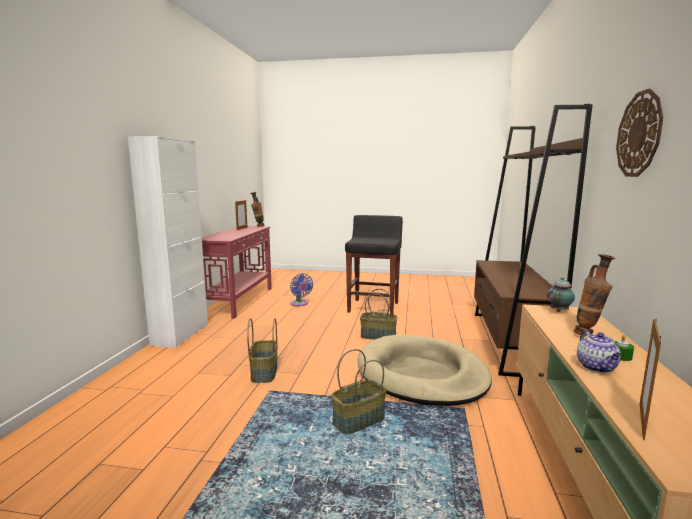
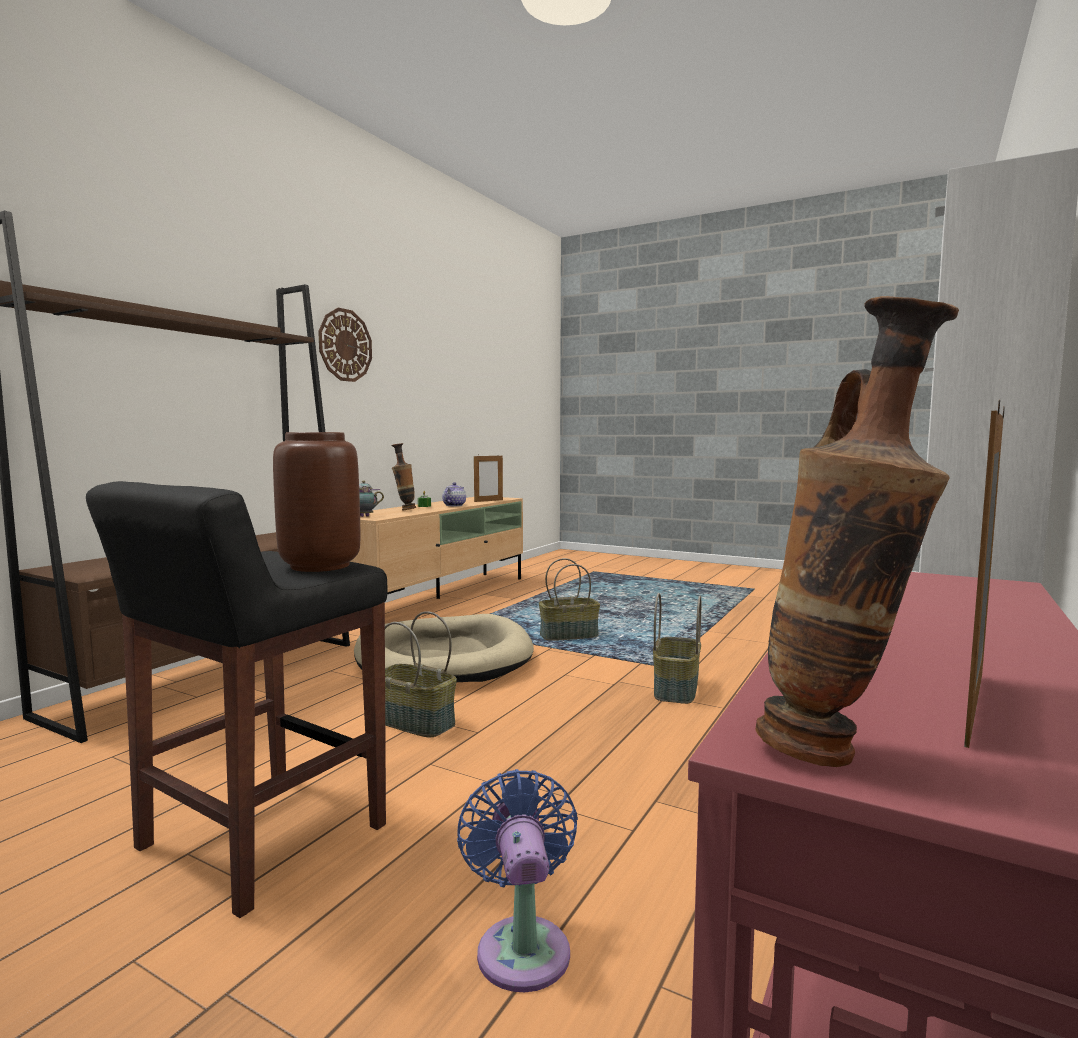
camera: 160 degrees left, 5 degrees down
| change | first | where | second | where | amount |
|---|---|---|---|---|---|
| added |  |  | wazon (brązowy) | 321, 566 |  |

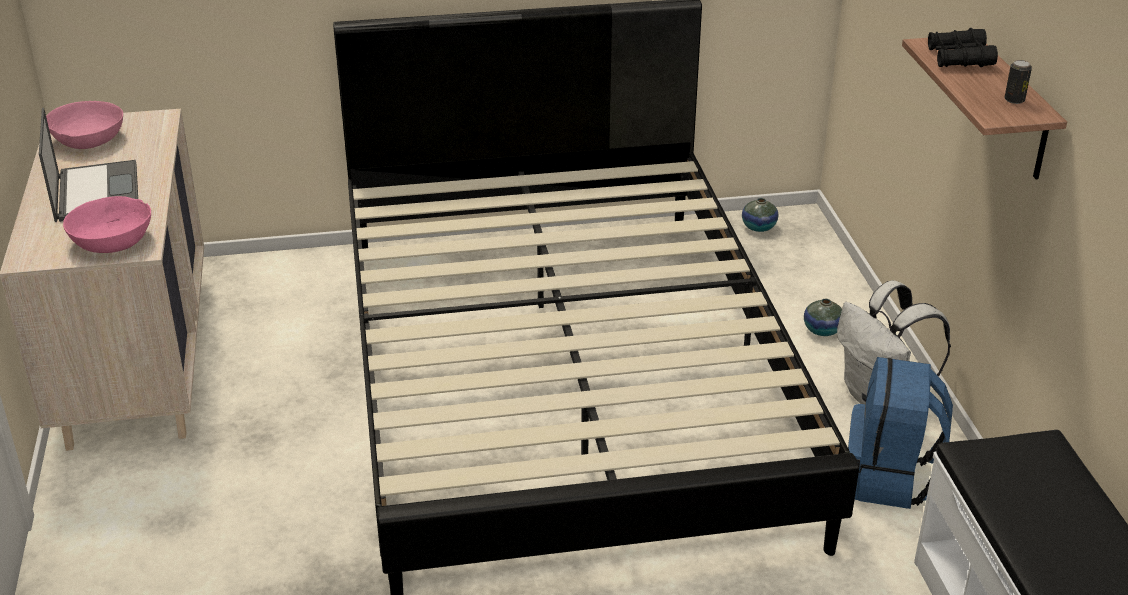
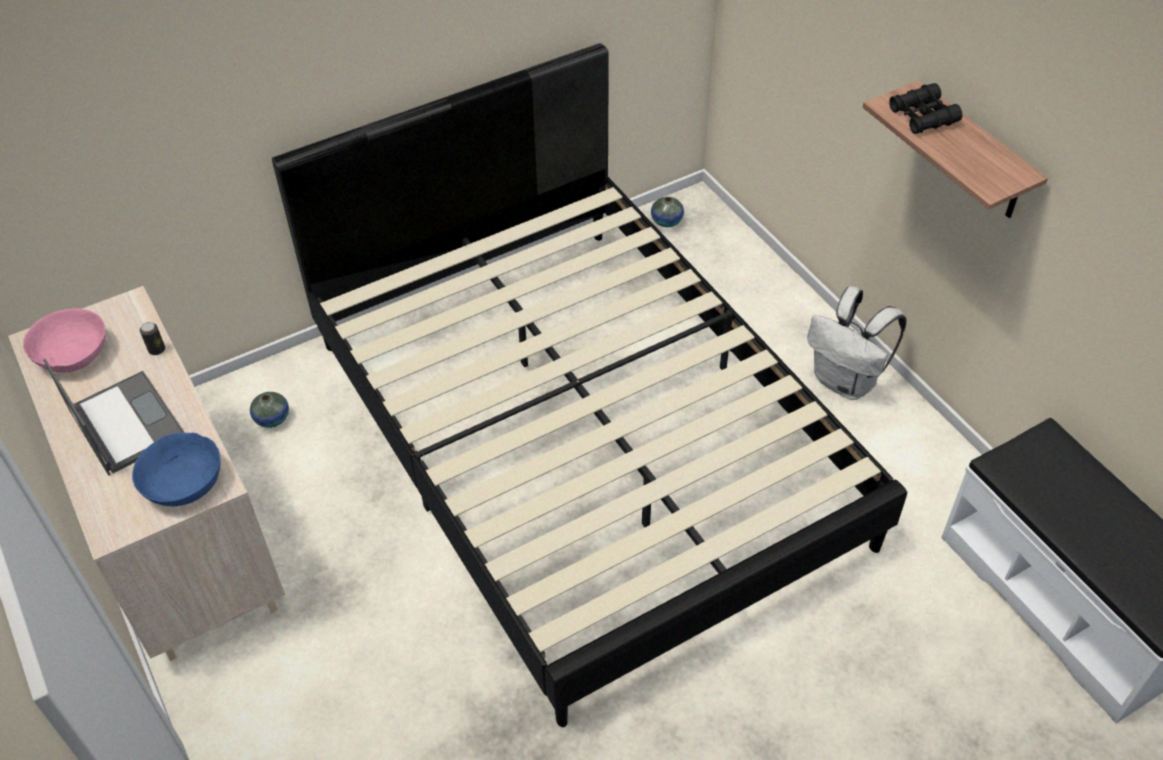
camera: 20 degrees left, 15 degrees up
| change | first | where | second | where | amount |
|---|---|---|---|---|---|
| recoloured | miska (różowy) | 112, 241 | miska (niebieski) | 183, 483 |  |
| moved | wazon | 822, 330 |  | 272, 418 |  |
| removed | plecak (niebieski) | 890, 479 |  |  |  |
| moved | puszka | 1014, 100 |  | 157, 350 |  |

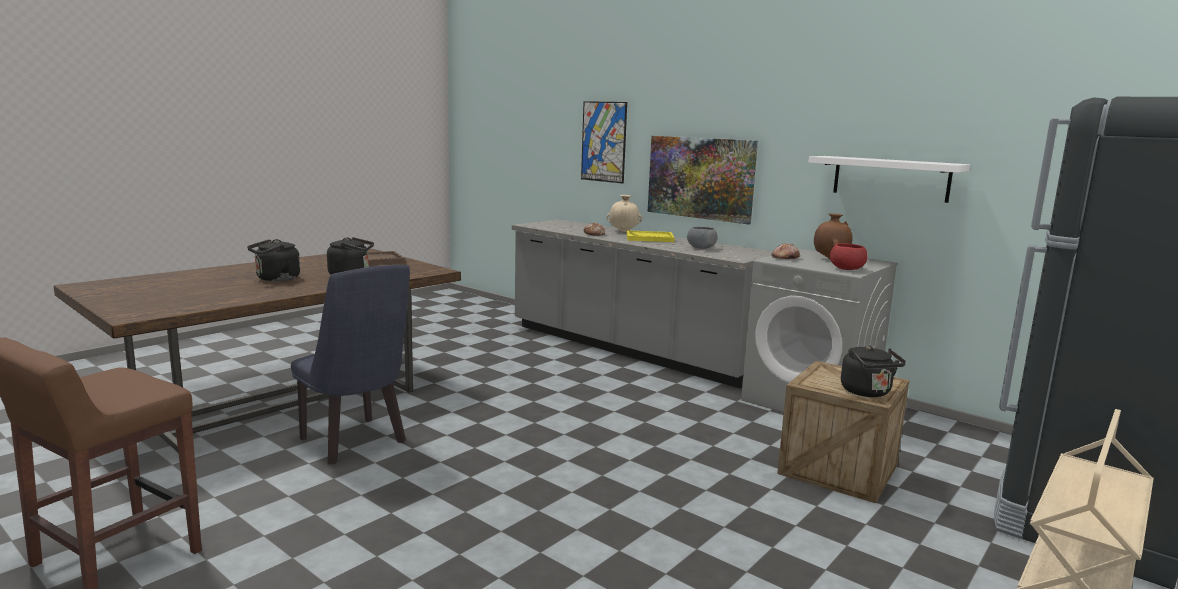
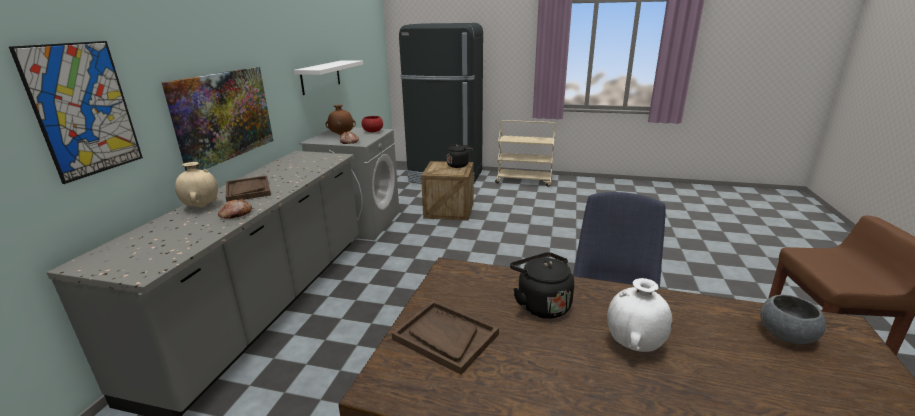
camera: 115 degrees left, 10 degrees up
| change | first | where | second | where | amount |
|---|---|---|---|---|---|
| replaced | czajnik (czarny) | 275, 279 | wazon (biały) | 634, 346 |  |
| recoloured | taca (żółty) | 649, 238 | taca (brązowy) | 248, 190 |  |
| moved | miska (szary) | 701, 248 |  | 785, 335 |  |

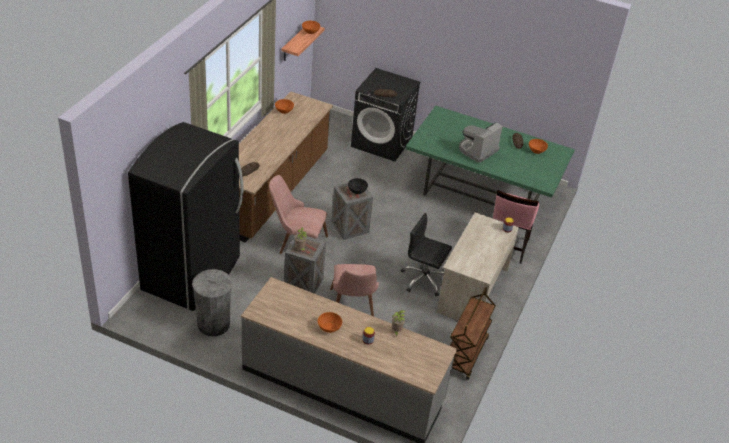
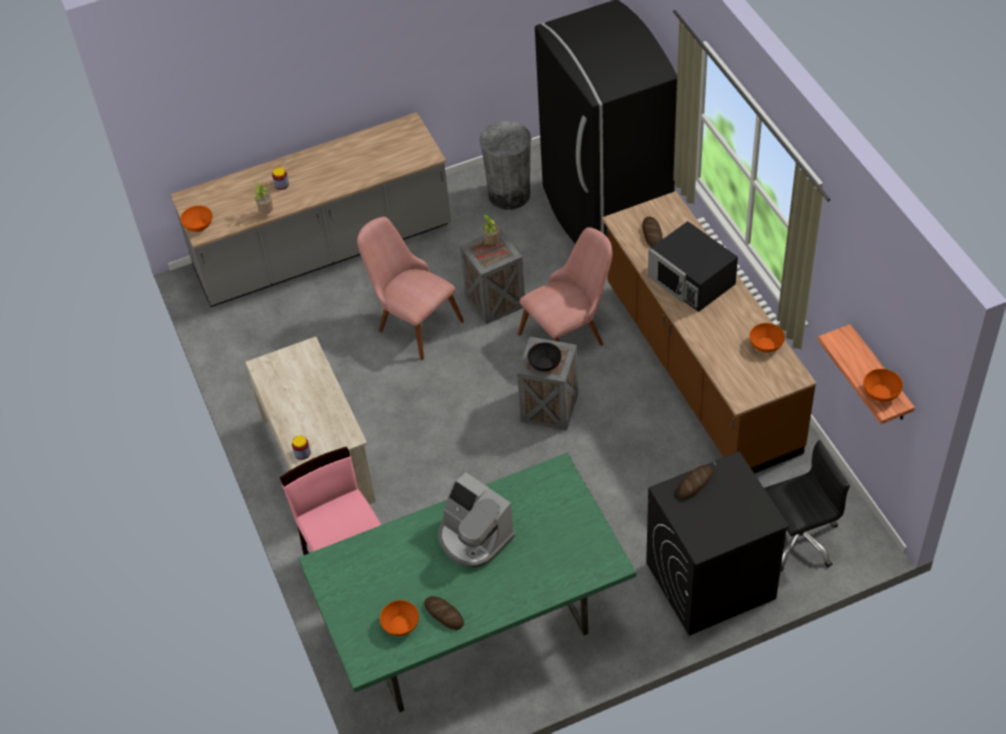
camera: 140 degrees right, 10 degrees up
| change | first | where | second | where | amount |
|---|---|---|---|---|---|
| moved | miska (pomarańczowy) | 329, 327 |  | 198, 225 |  |
| moved | krzesło biurowe (czarny) | 424, 280 |  | 798, 539 |  |
| removed | wózek (brązowy) | 466, 355 |  |  |  |
| turned | ekspres do kawy | 477, 150 |  | 474, 538 | 135 degrees clockwise |
| added |  |  | mikrofalówka (czarny) | 692, 280 |  |

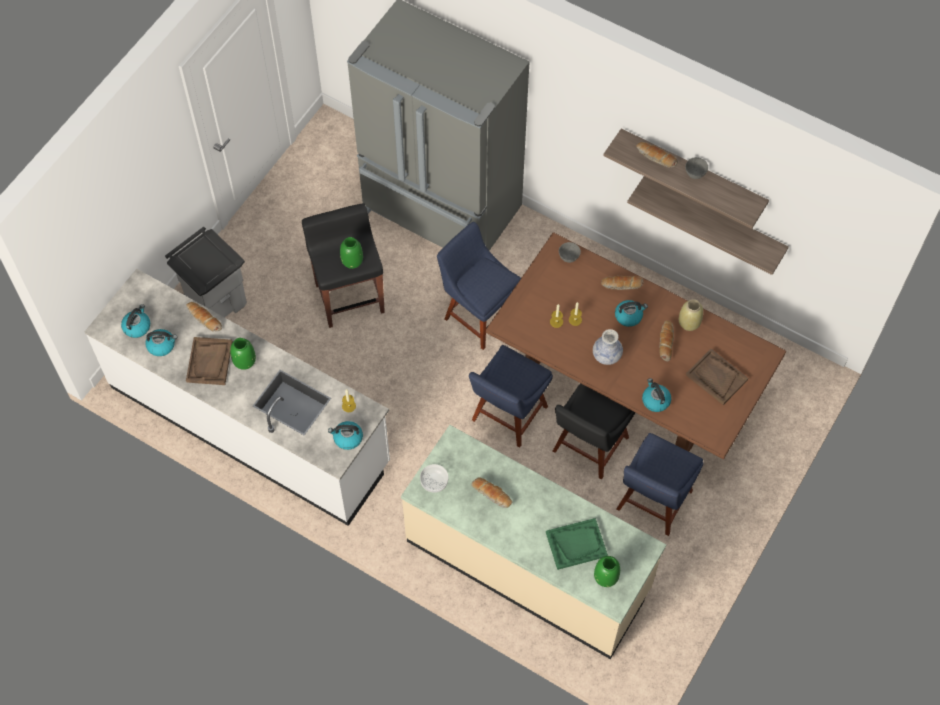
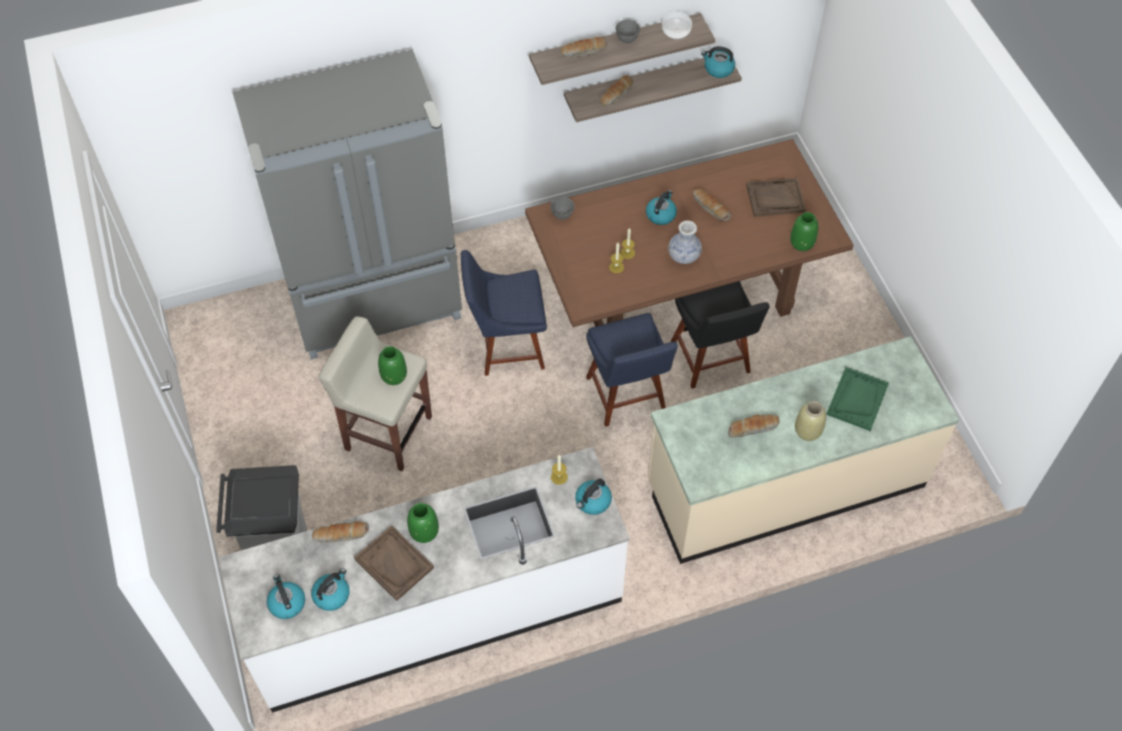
camera: 50 degrees left, 5 degrees down
| change | first | where | second | where | amount |
|---|---|---|---|---|---|
| recoloured | stołek (czarny) | 349, 297 | stołek (beżowy) | 387, 432 |  |
| moved | miska | 434, 482 |  | 676, 32 |  |
| moved | wazon (zielony) | 606, 577 |  | 801, 243 |  |
| moved | chleb | 622, 285 |  | 616, 95 |  |
| removed | krzesło (niebieski) | 652, 503 |  |  |  |
| moved | czajnik | 655, 400 |  | 718, 69 |  |
| moved | wazon (beżowy) | 688, 323 |  | 807, 431 |  |

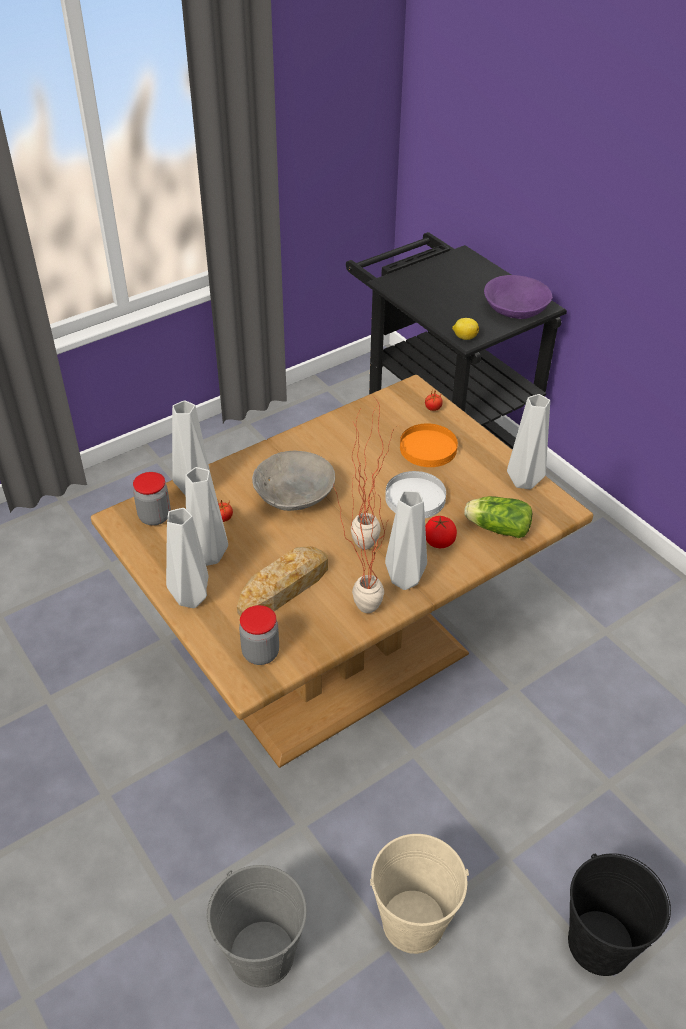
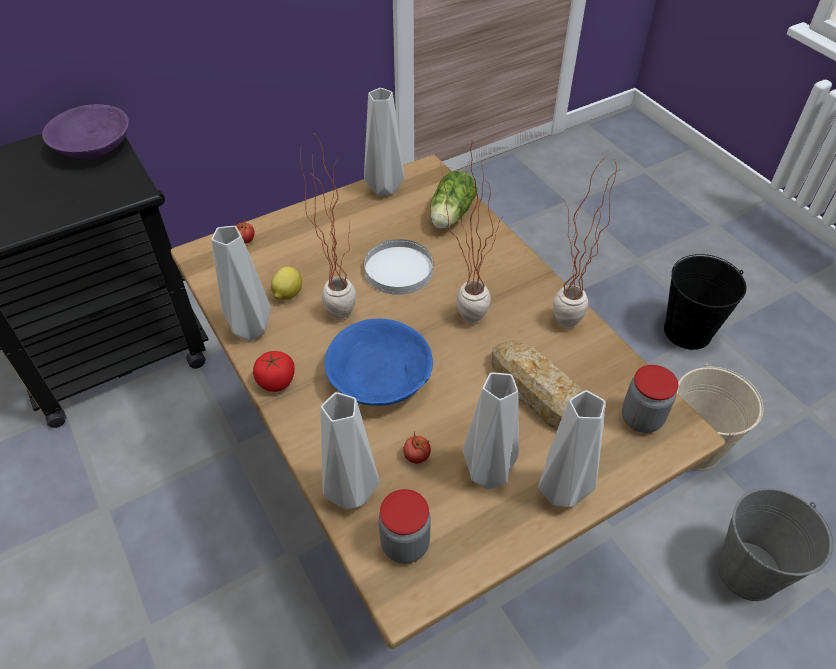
camera: 85 degrees left, 5 degrees up
| change | first | where | second | where | amount |
|---|---|---|---|---|---|
| recoloured | miska (szary) | 294, 494 | miska (niebieski) | 378, 378 |  |
| moved | wazon (szary) | 406, 579 |  | 250, 328 |  |
| removed | talerz (pomarańczowy) | 428, 448 |  |  |  |
| moved | pomidor | 439, 542 |  | 276, 381 |  |
| moved | cytryna | 464, 337 |  | 287, 294 |  |
| added |  |  | roślina doniczkowa | 339, 306 |  |

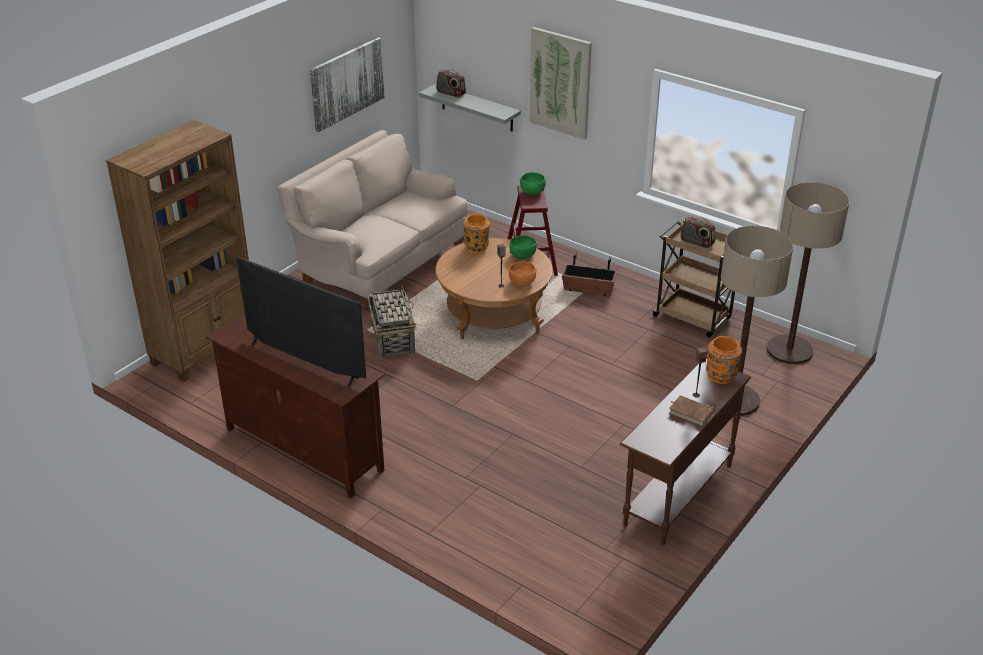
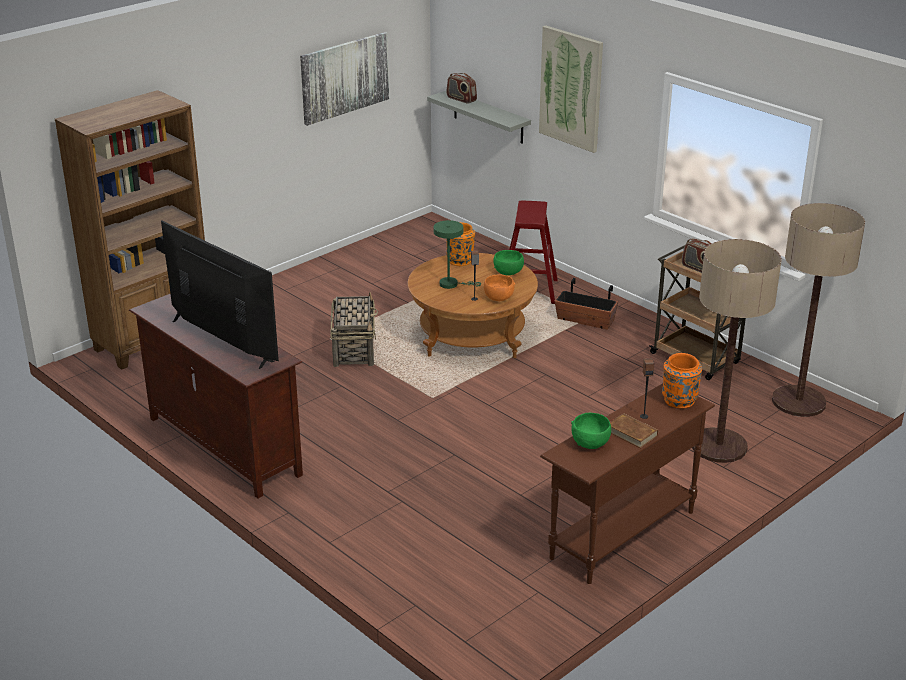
camera: 10 degrees right, 5 degrees down
| change | first | where | second | where | amount |
|---|---|---|---|---|---|
| removed | kanapa (beżowy) | 380, 264 |  |  |  |
| moved | miska (zielony) | 532, 192 |  | 590, 443 |  |
| added |  |  | lampa stołowa (zielony) | 452, 284 |  |

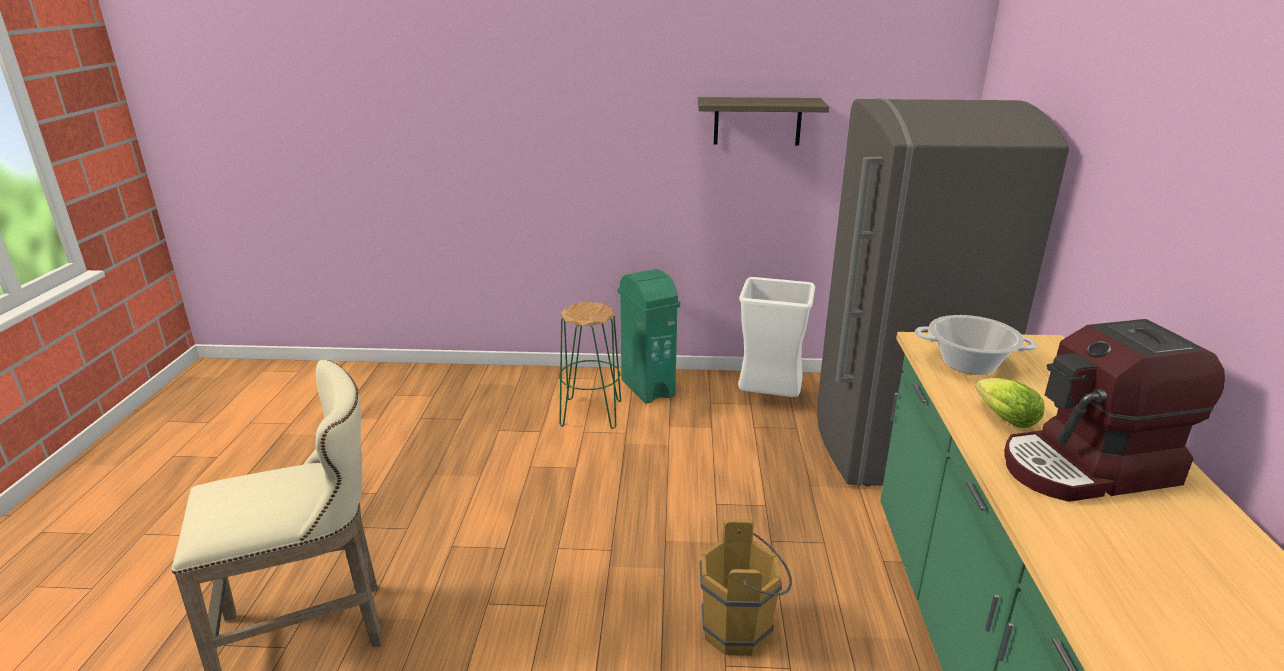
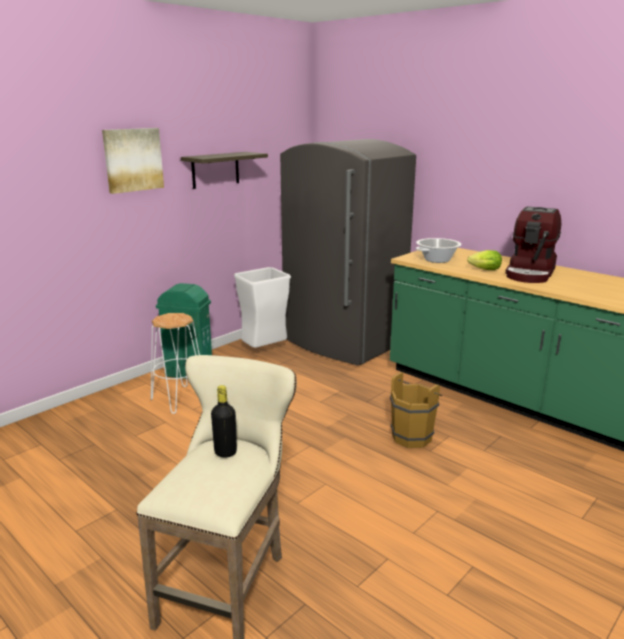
camera: 50 degrees left, 5 degrees down
| change | first | where | second | where | amount |
|---|---|---|---|---|---|
| recoloured | stołek (zielony) | 591, 414 | stołek (biały) | 179, 399 |  |
| added |  |  | obraz | 133, 160 |  |
| added |  |  | butelka (czarny) | 225, 452 |  |

